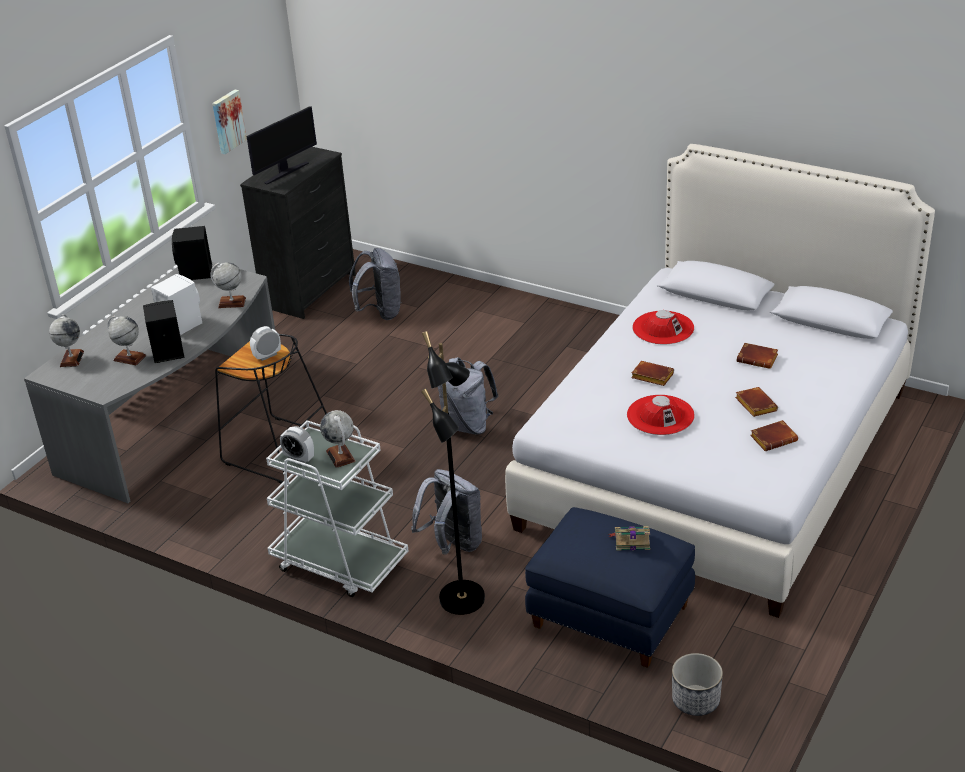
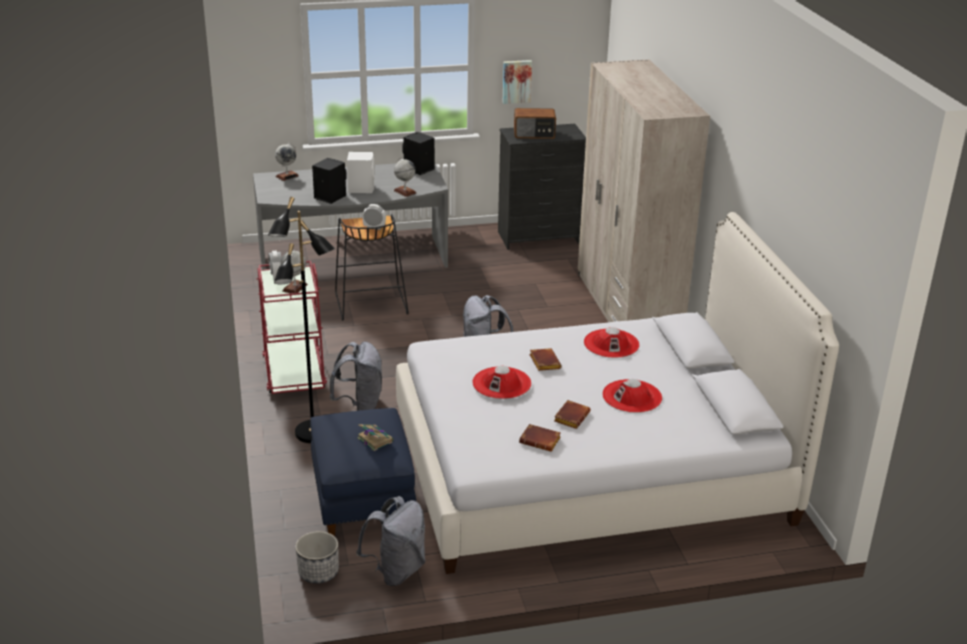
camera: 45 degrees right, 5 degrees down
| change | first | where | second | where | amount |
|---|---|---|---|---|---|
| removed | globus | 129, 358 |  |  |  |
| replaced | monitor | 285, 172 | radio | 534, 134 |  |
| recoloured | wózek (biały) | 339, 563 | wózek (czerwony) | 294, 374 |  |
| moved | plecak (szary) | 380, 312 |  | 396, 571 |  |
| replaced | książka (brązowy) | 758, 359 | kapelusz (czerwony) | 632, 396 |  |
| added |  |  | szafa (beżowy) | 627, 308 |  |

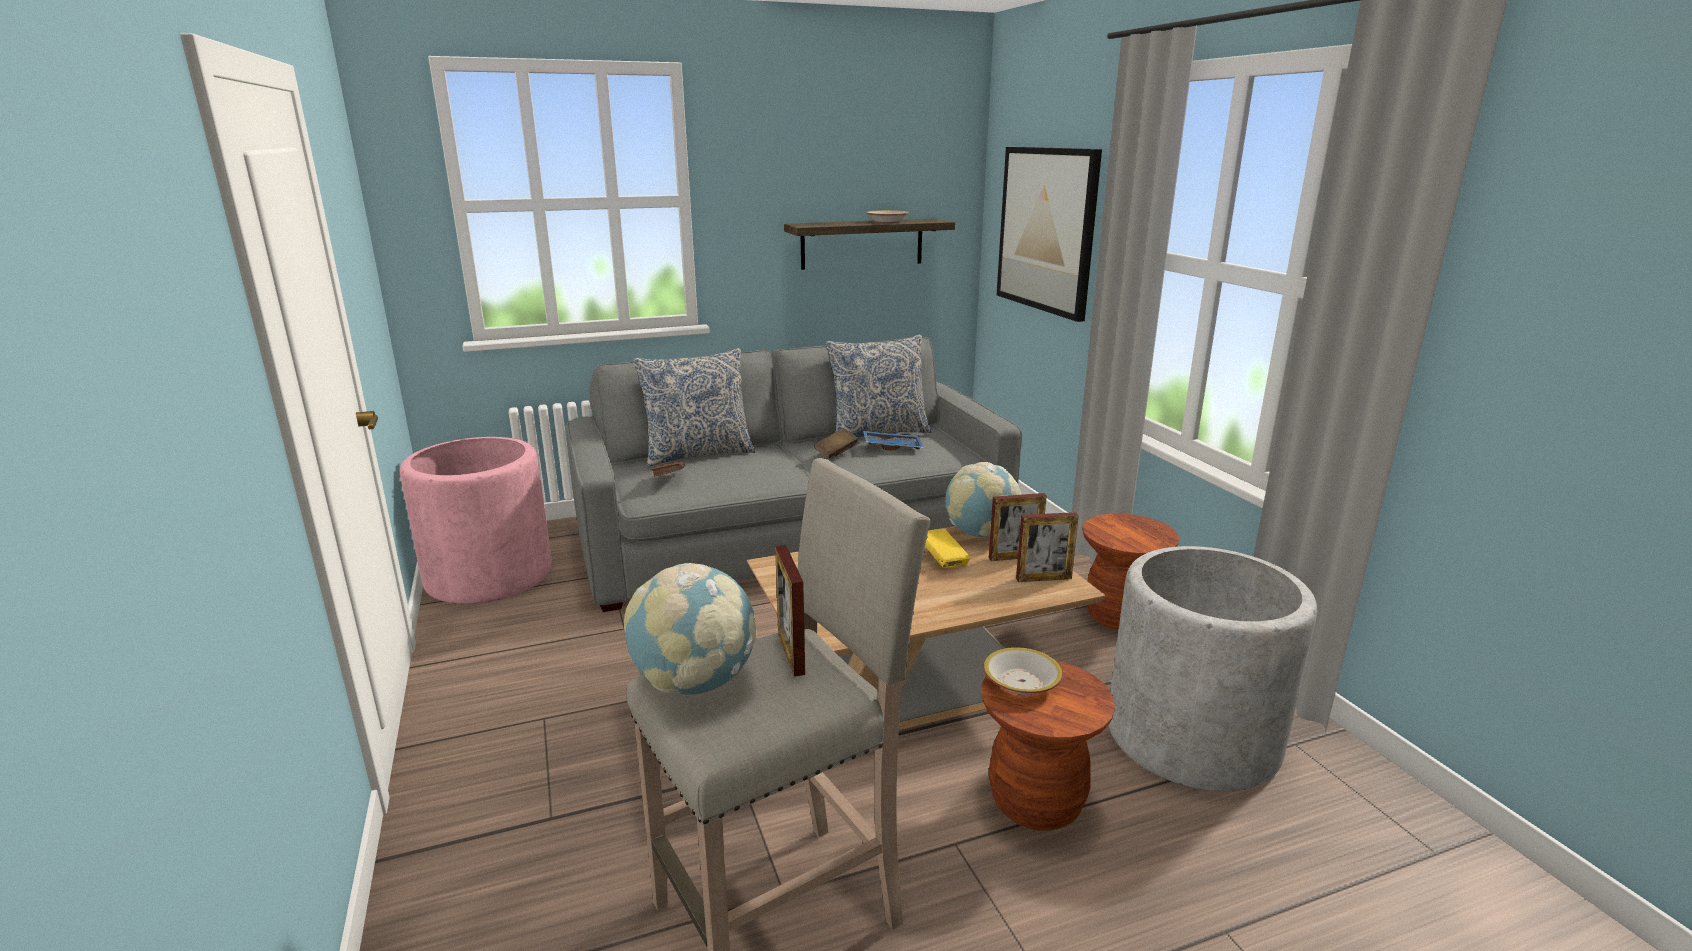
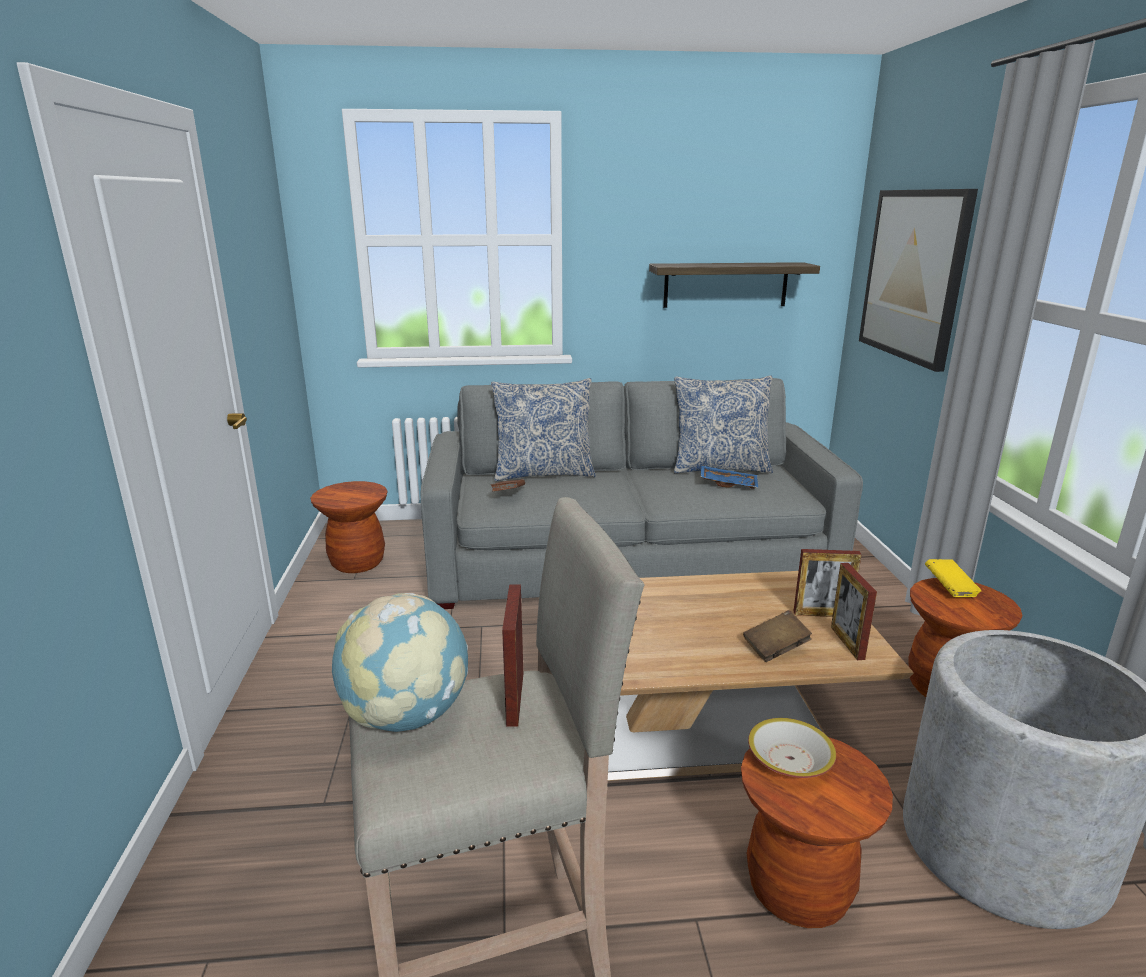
camera: 15 degrees right, 0 degrees up
| change | first | where | second | where | amount |
|---|---|---|---|---|---|
| replaced | donica (różowy) | 489, 575 | stołek (brązowy) | 357, 563 |  |
| moved | książka (brązowy) | 836, 453 |  | 775, 648 |  |
| removed | miska | 887, 221 |  |  |  |
| moved | książka (żółty) | 943, 560 |  | 950, 589 |  |
| removed | globus | 980, 533 |  |  |  |
| turned | ramka na zdjęcie | 1043, 578 |  | 847, 643 | 75 degrees clockwise |

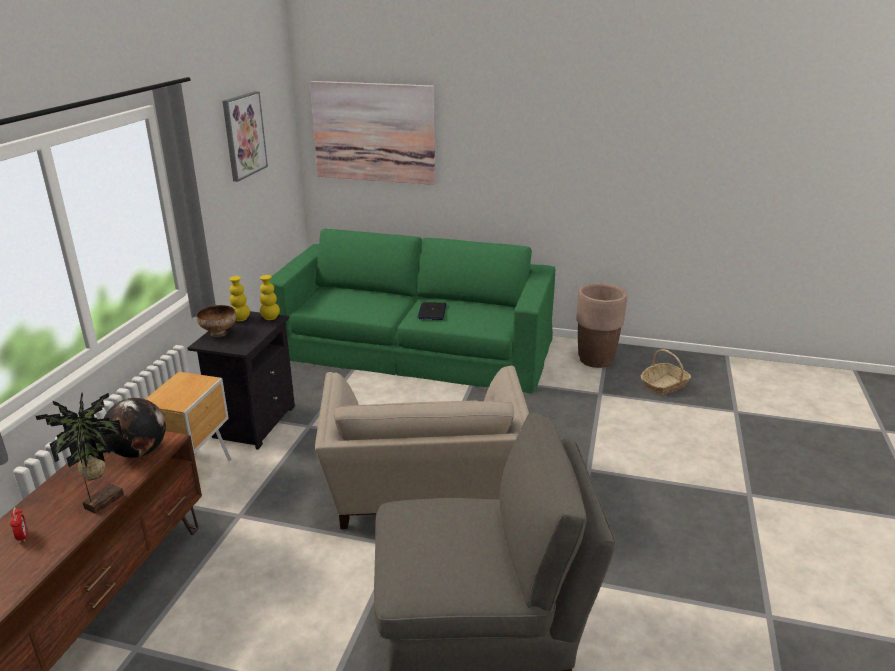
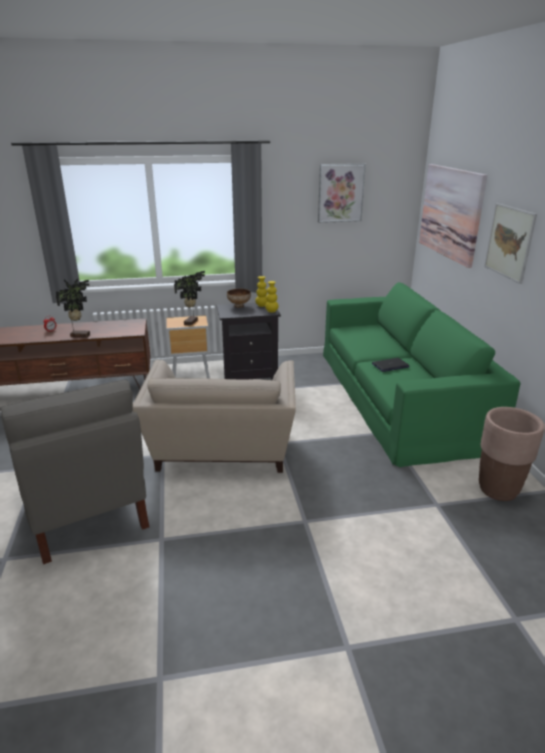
camera: 65 degrees right, 0 degrees up
| change | first | where | second | where | amount |
|---|---|---|---|---|---|
| removed | globus | 139, 452 |  |  |  |
| turned | fotel (beżowy) | 424, 491 |  | 222, 450 | 60 degrees counterclockwise |
| removed | koszyk | 664, 385 |  |  |  |
| added |  |  | roślina doniczkowa | 192, 322 |  |
| added |  |  | obraz | 509, 242 |  |

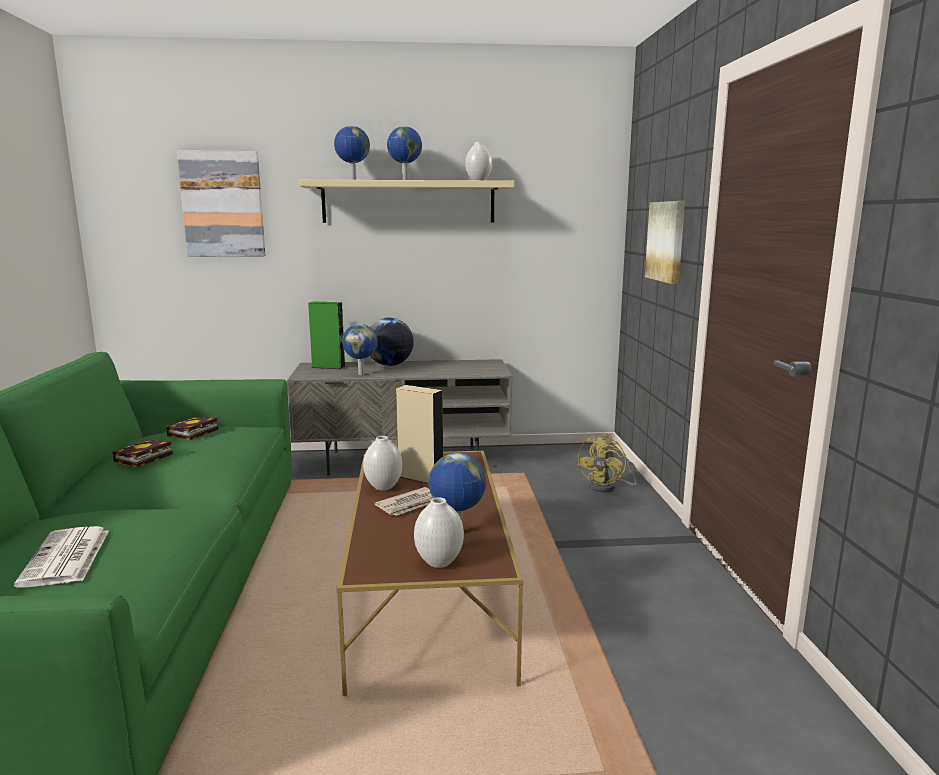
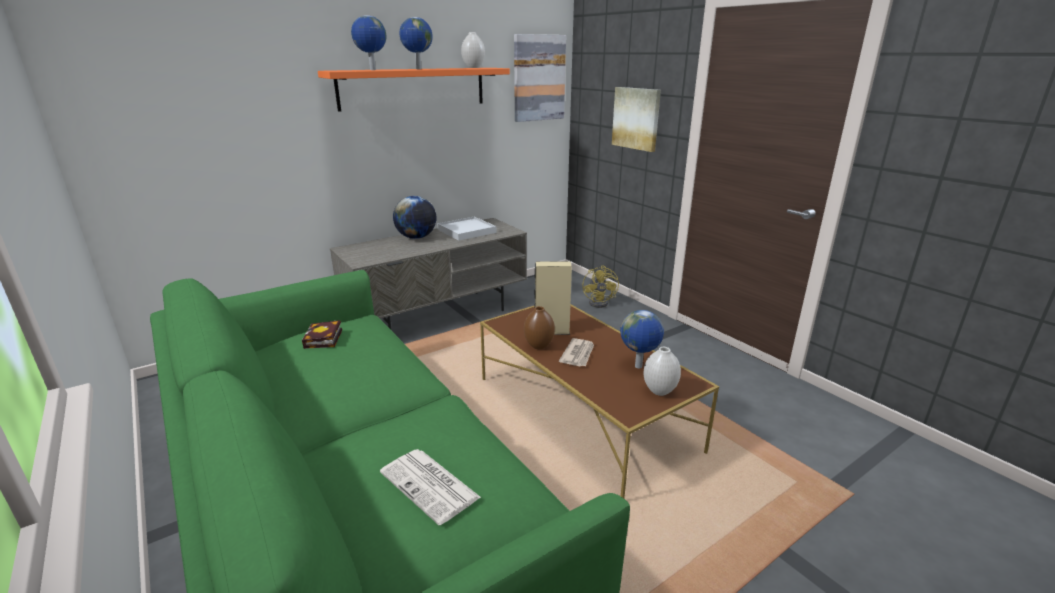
camera: 30 degrees left, 10 degrees up
| change | first | where | second | where | amount |
|---|---|---|---|---|---|
| removed | książka | 142, 458 |  |  |  |
| moved | obraz | 223, 204 |  | 538, 78 |  |
| recoloured | półka (beżowy) | 408, 202 | półka (pomarańczowy) | 413, 88 |  |
| removed | głośnik (zielony) | 328, 367 |  |  |  |
| removed | globus | 361, 374 |  |  |  |
| recoloured | wazon (biały) | 384, 487 | wazon (brązowy) | 539, 346 |  |
| added |  |  | taca (biały) | 467, 231 |  |

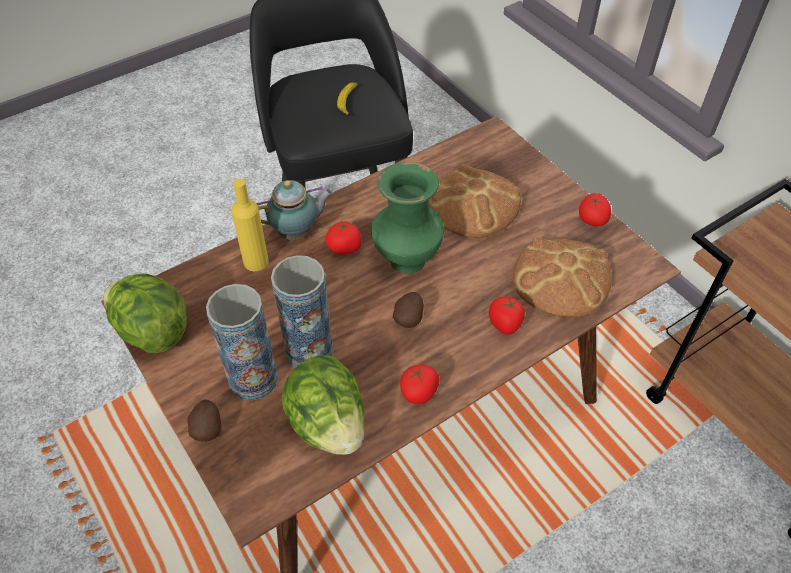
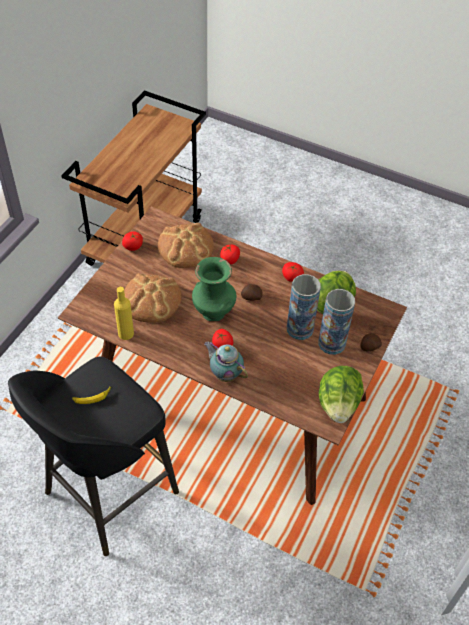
camera: 120 degrees left, 0 degrees up
| change | first | where | second | where | amount |
|---|---|---|---|---|---|
| moved | butelka (żółty) | 256, 261 |  | 126, 333 |  |

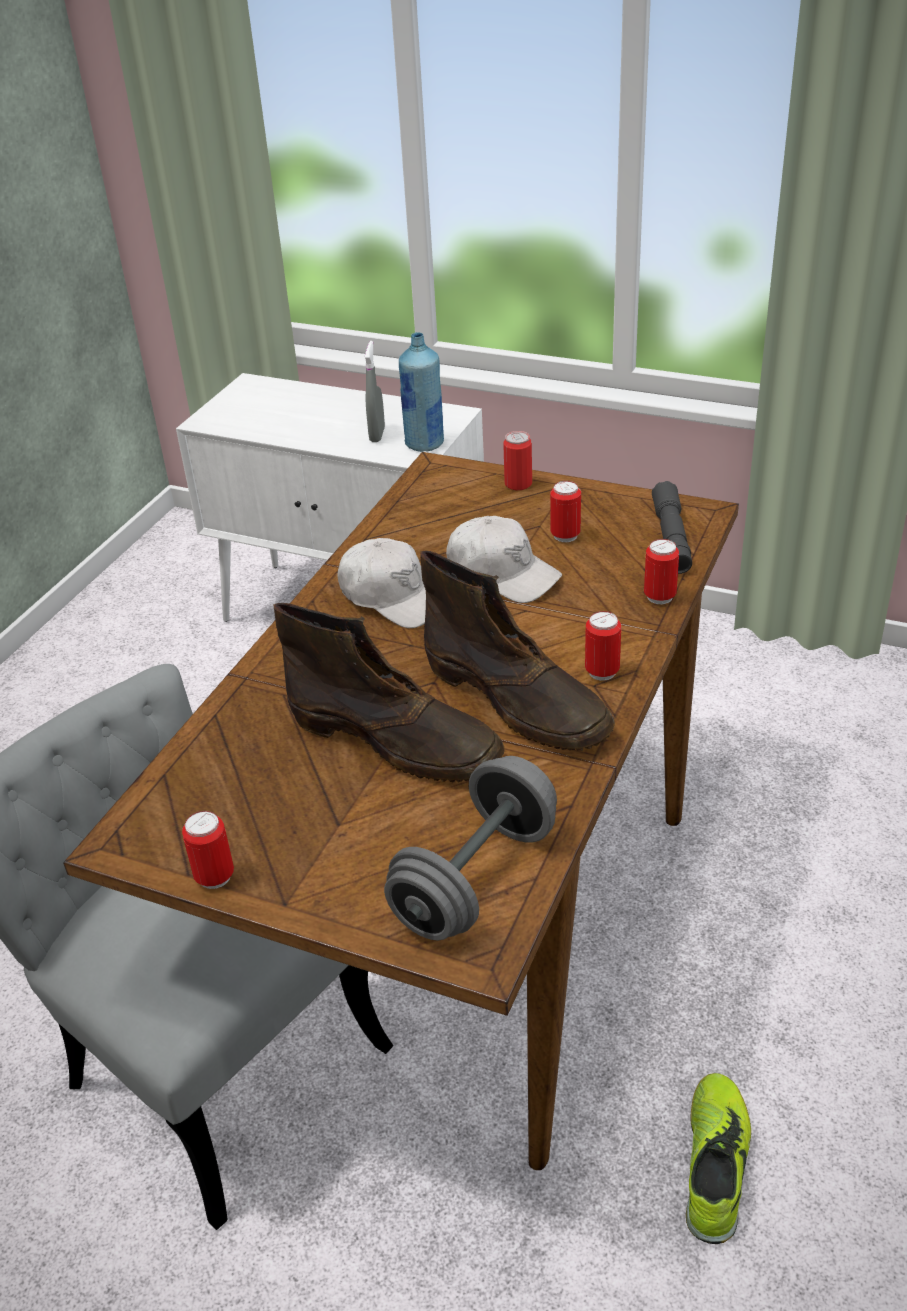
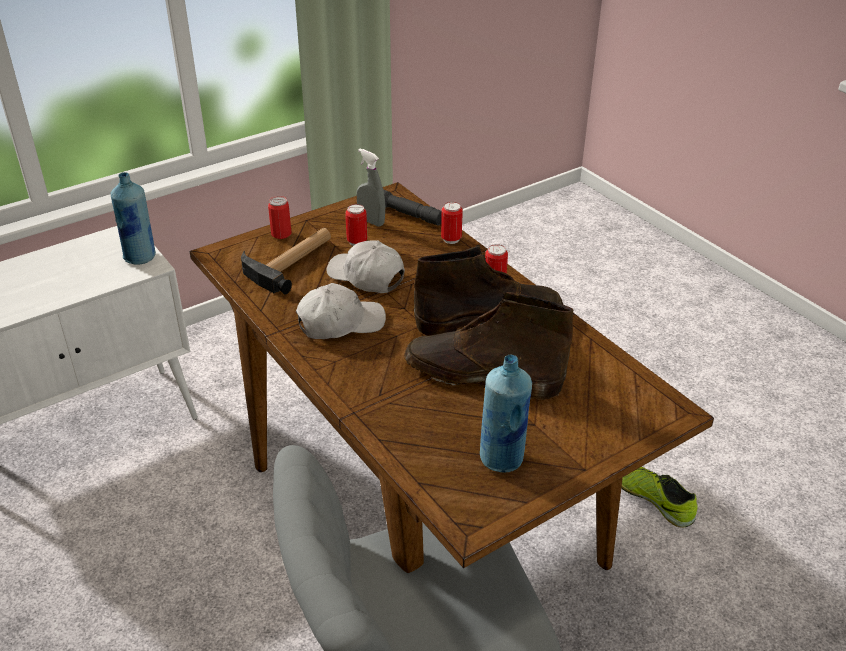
camera: 60 degrees left, 0 degrees up
| change | first | where | second | where | amount |
|---|---|---|---|---|---|
| removed | puszka | 214, 877 |  |  |  |
| turned | but z cholewką (brązowy) | 396, 740 |  | 481, 375 | 135 degrees counterclockwise |
| moved | spryskiwacz (szary) | 377, 435 |  | 371, 221 |  |
| removed | hantel (szary) | 475, 878 |  |  |  |
| turned | czapka z daszkiem (biały) | 502, 573 |  | 366, 277 | 120 degrees counterclockwise |
| added |  |  | młotek | 292, 262 |  |
| added |  |  | butelka (niebieski) | 502, 458 |  |

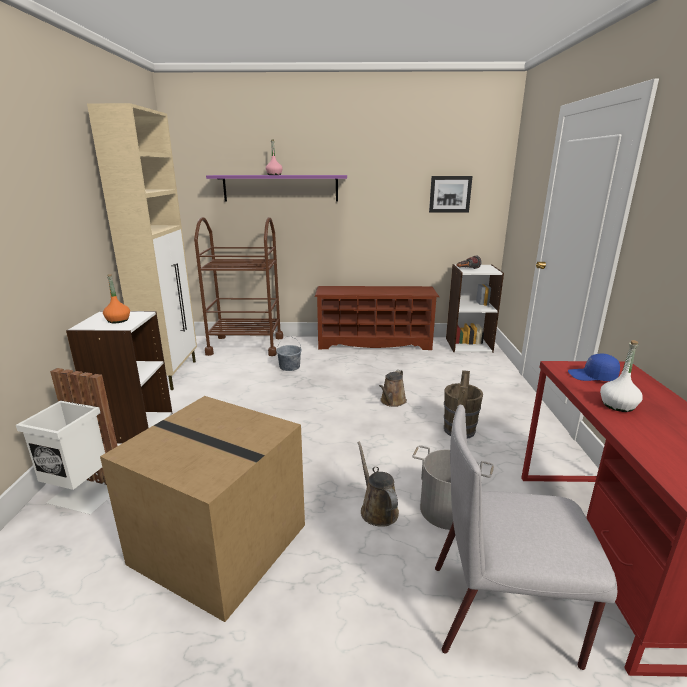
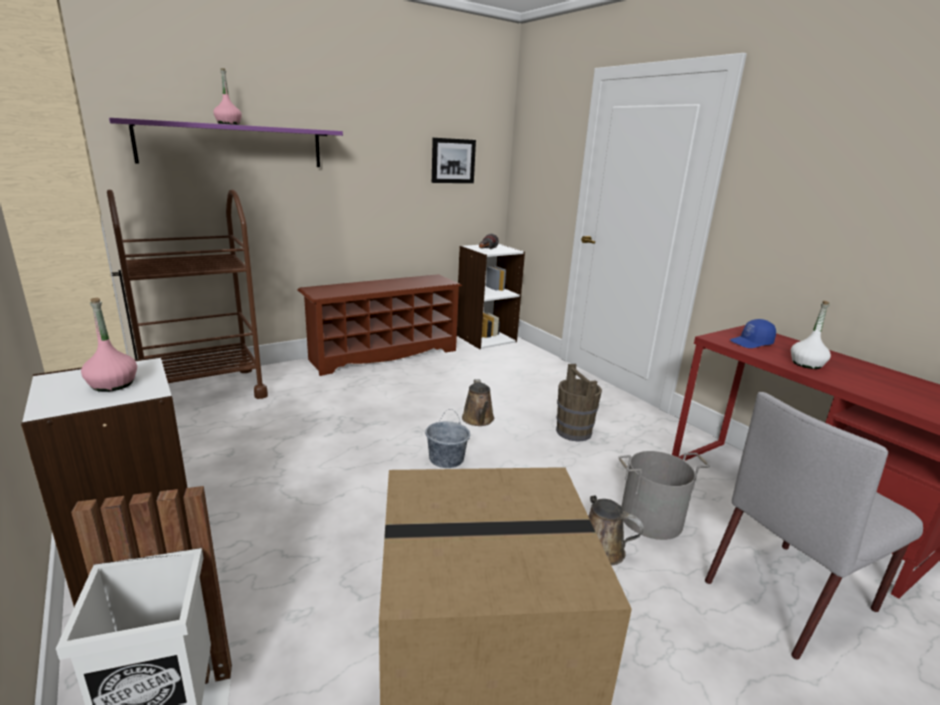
camera: 35 degrees left, 0 degrees up
| change | first | where | second | where | amount |
|---|---|---|---|---|---|
| recoloured | butelka (pomarańczowy) | 118, 320 | butelka (różowy) | 113, 384 |  |
| moved | wiadro (szary) | 289, 367 |  | 446, 459 |  |

